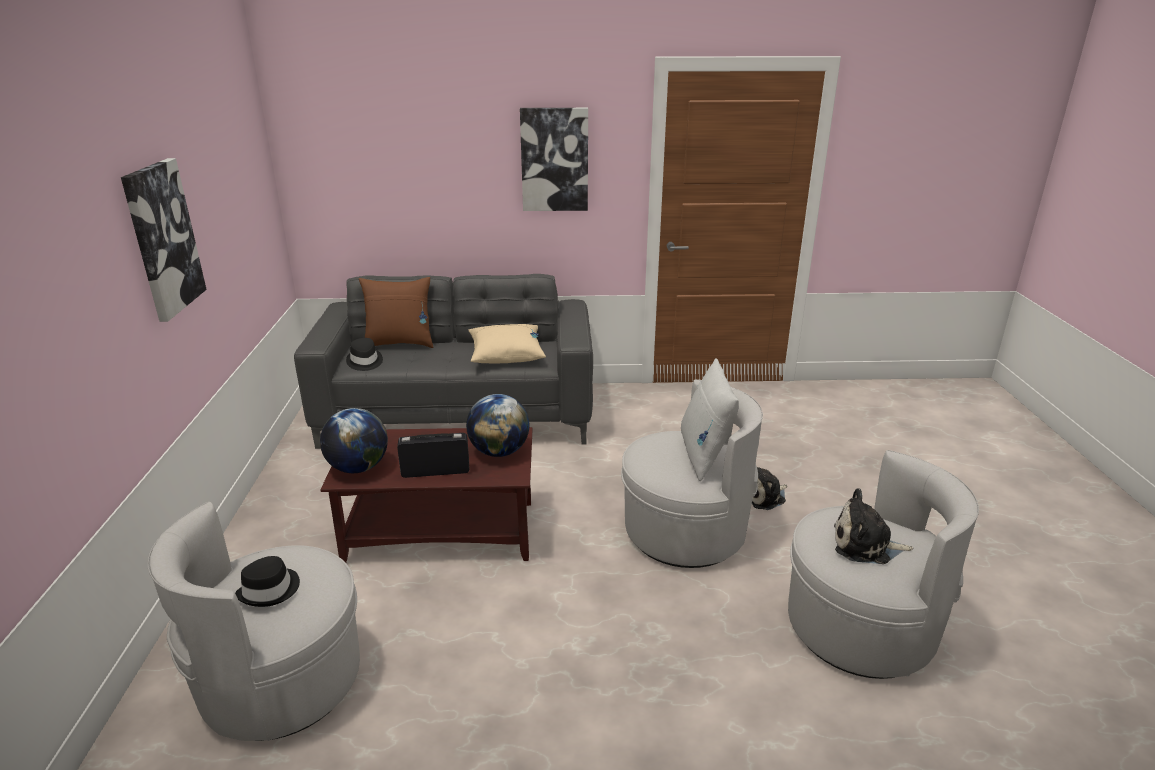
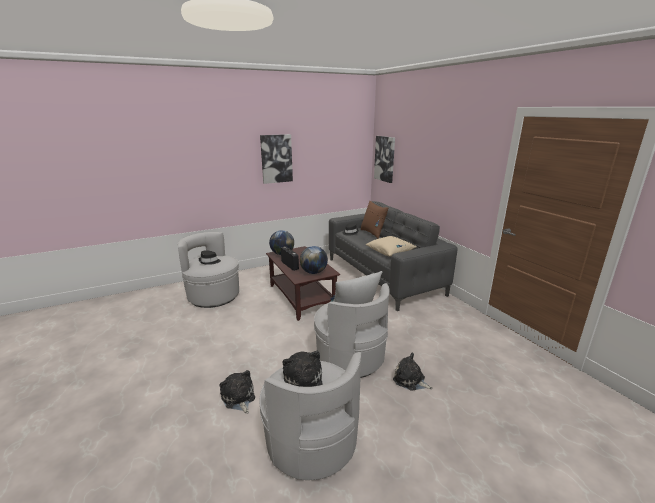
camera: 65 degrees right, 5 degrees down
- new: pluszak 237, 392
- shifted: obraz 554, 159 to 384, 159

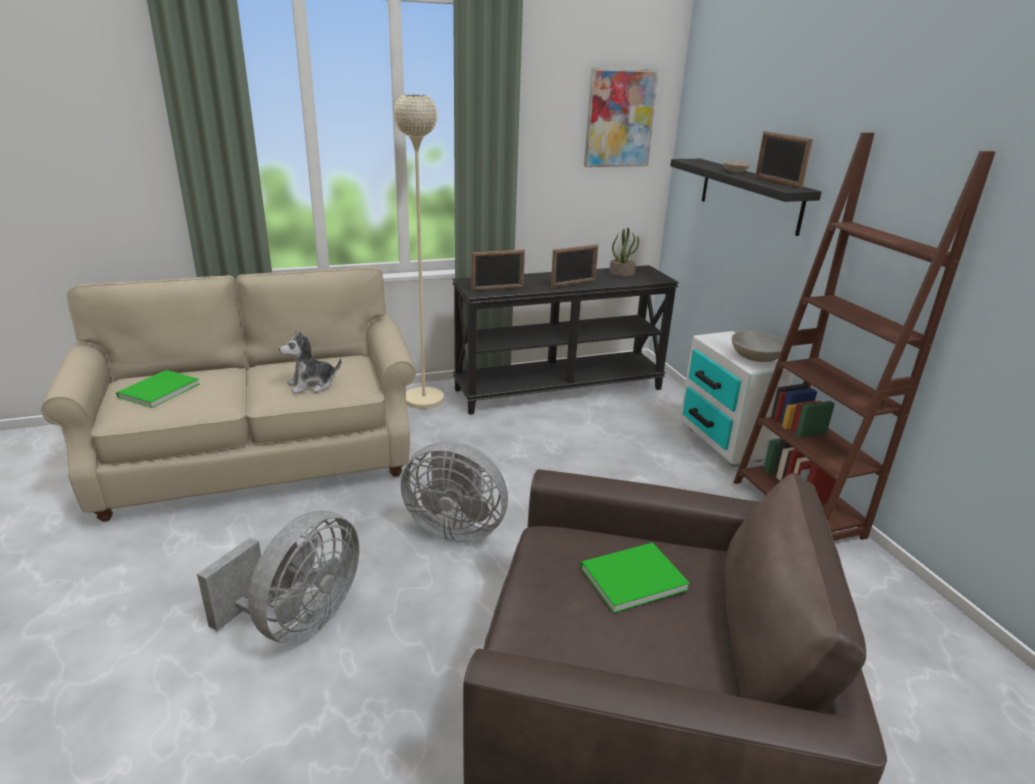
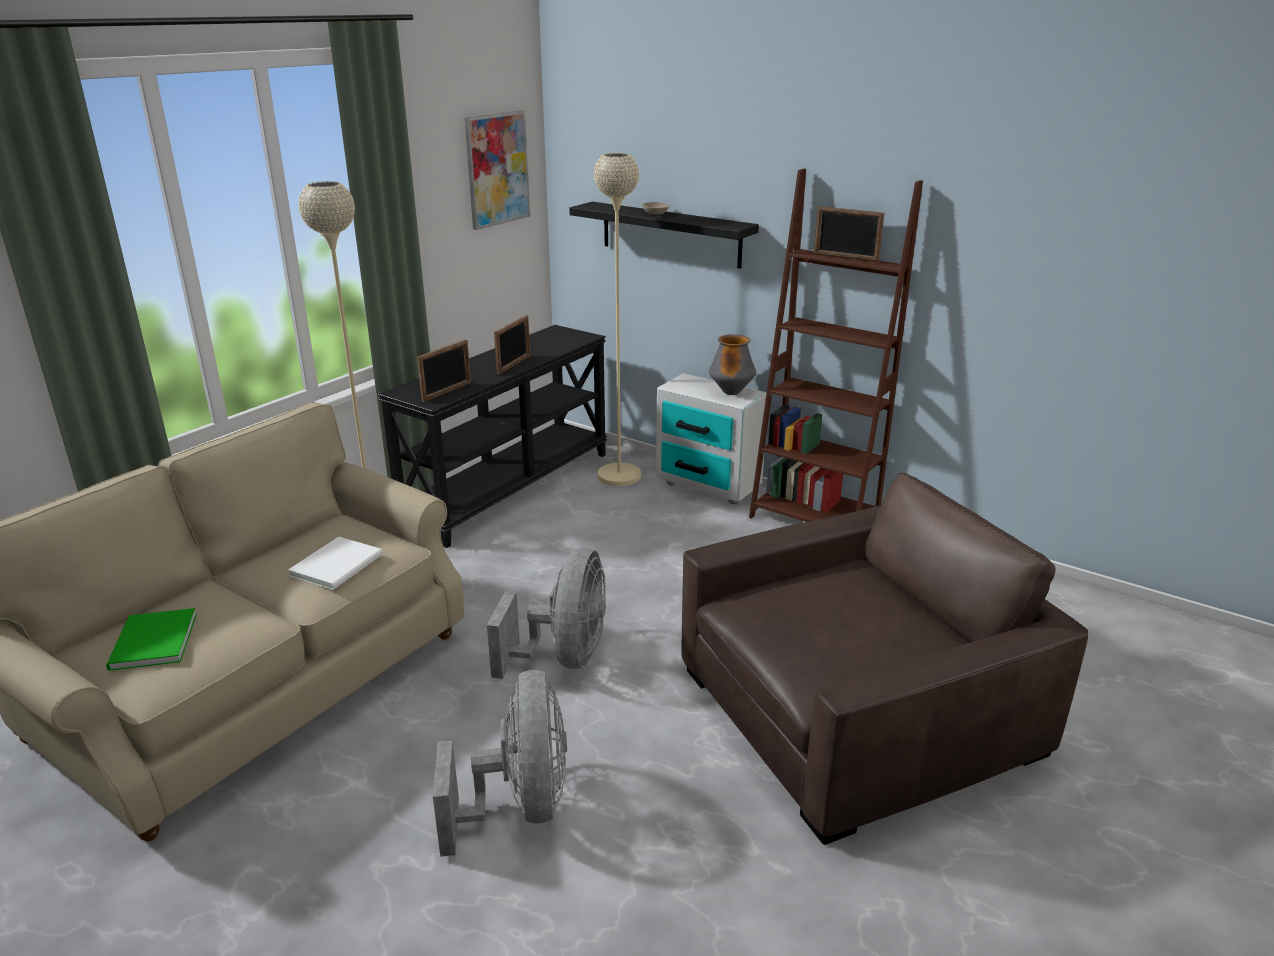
camera: 35 degrees left, 0 degrees up
- gone: książka [zielony] 635, 578
- gone: roślina doniczkowa 624, 252
- new: lampa stojąca [beżowy] 617, 319
- shifted: ramka na zdjęcie 784, 159 to 849, 234
- swapped: pluszak 310, 362 to książka [biały] 335, 563
- swapped: miska [szary] 758, 346 to wazon 732, 364
- rotated: wentylator [szary] 454, 491 = 546, 613 60 degrees counterclockwise

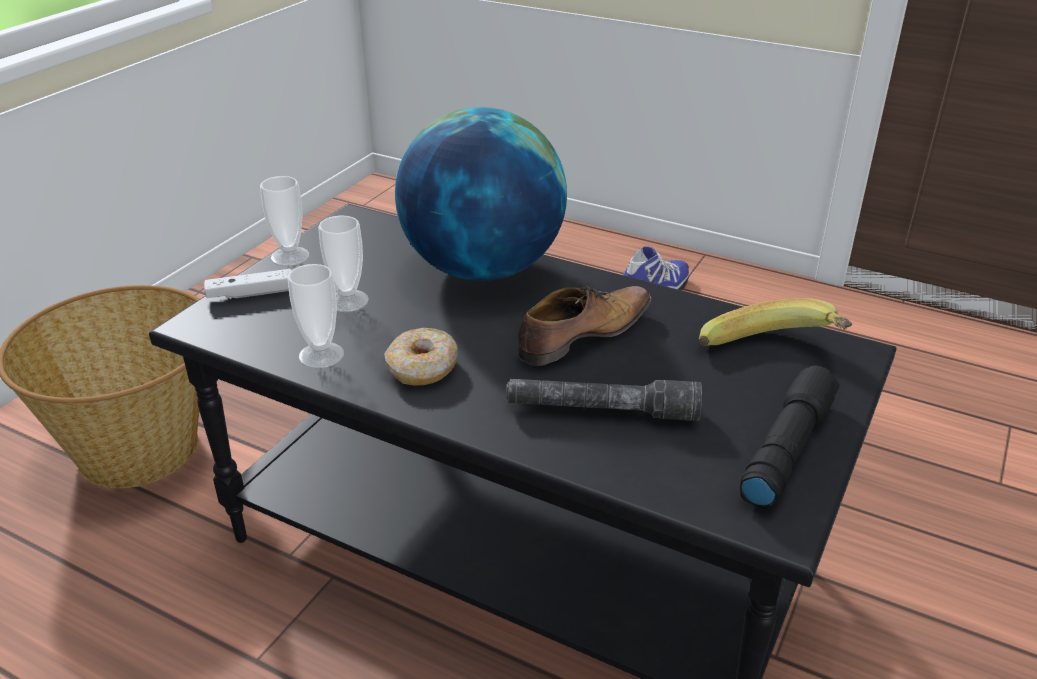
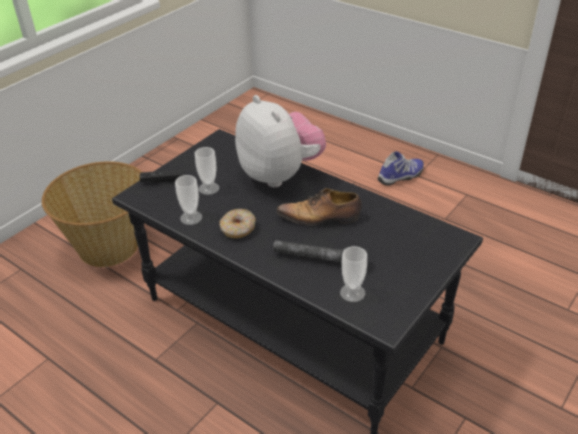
camera: 10 degrees right, 5 degrees up
- gone: banan 775, 322
- gone: latarka [czarny] 789, 437
- shifted: filiżanka 285, 221 to 353, 274
- swapped: globus 481, 194 to pluszak 280, 141
- repainted: pad do gier [biały] 248, 284 to pad do gier [czarny] 162, 176
- rotated: but 584, 326 = 319, 207 150 degrees counterclockwise

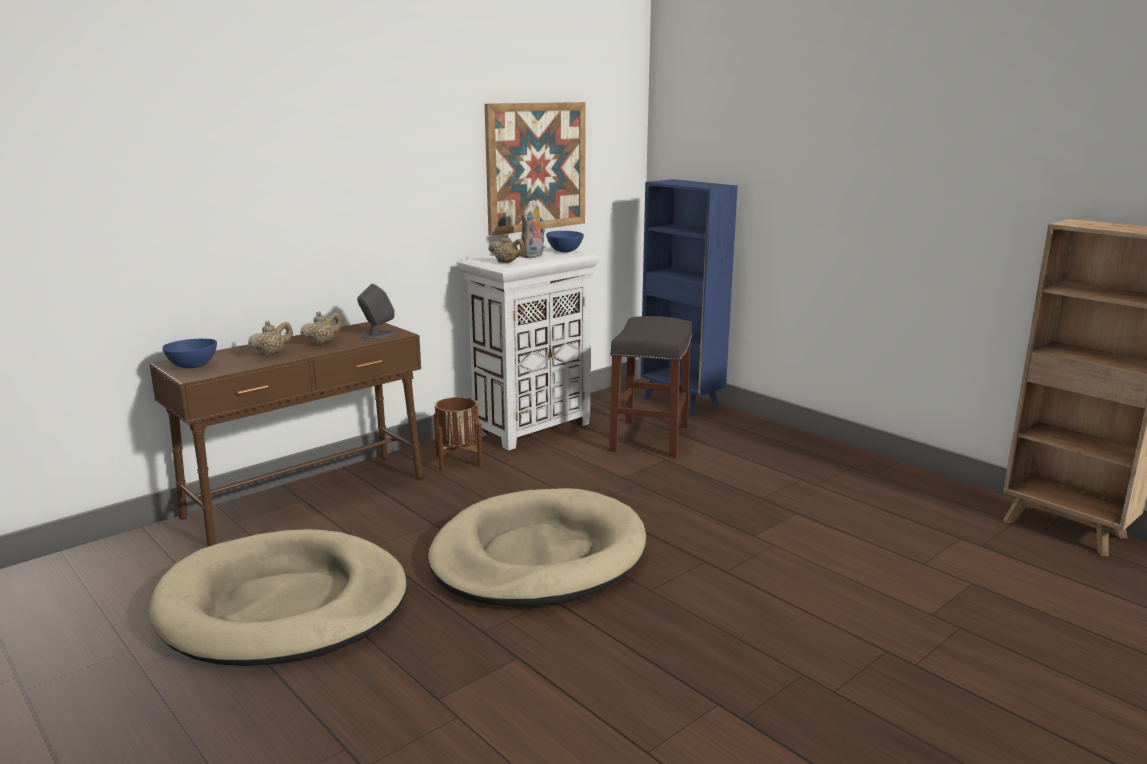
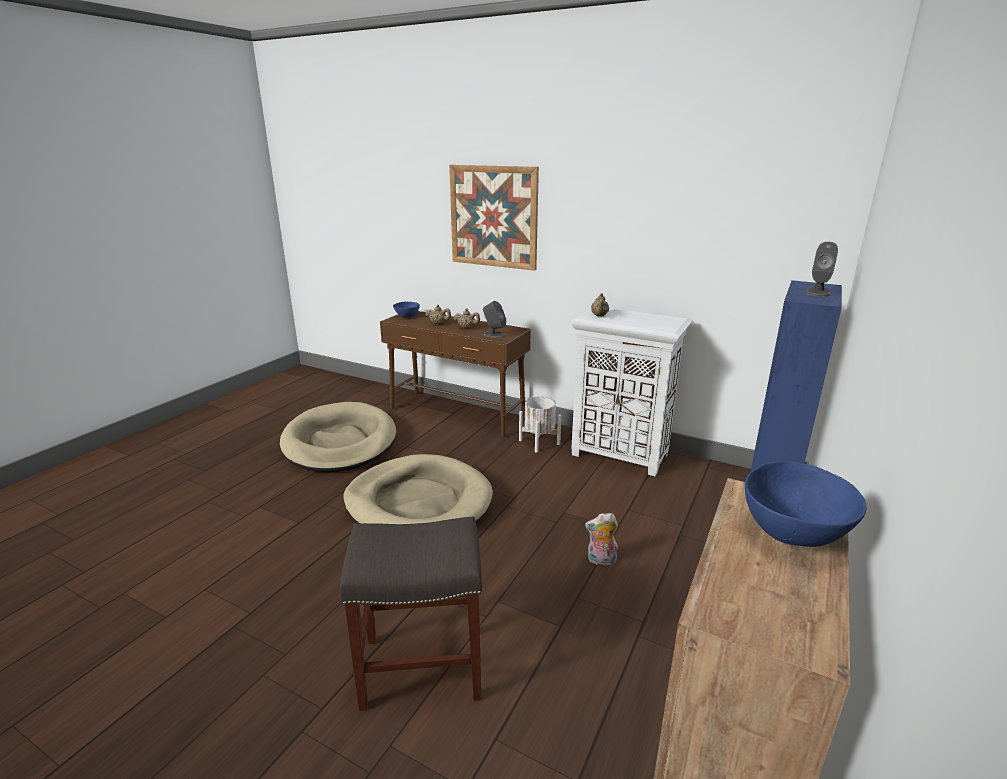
camera: 70 degrees right, 5 degrees up
- new: głośnik [szary] 821, 269
- shifted: obraz 535, 169 to 494, 218
- shifted: pluszak 533, 228 to 601, 539
- shifted: miska [niebieski] 565, 241 to 806, 504
- shifted: stołek [szary] 651, 387 to 411, 613
- repainted: donica [brązowy] 458, 434 to donica [biały] 540, 425

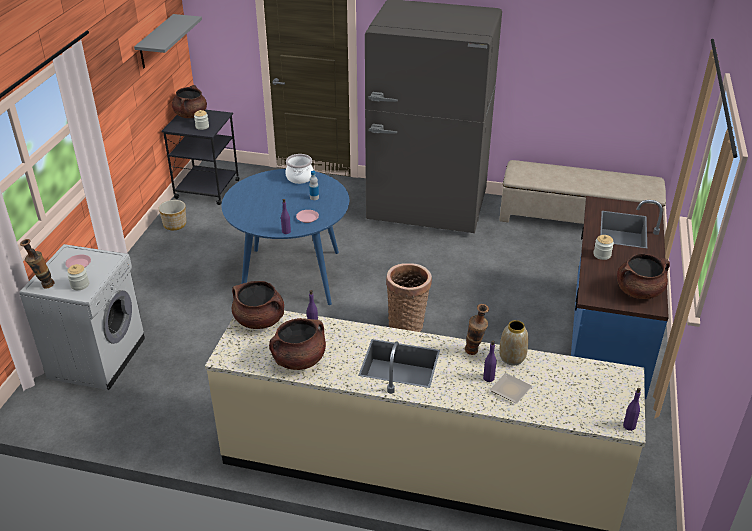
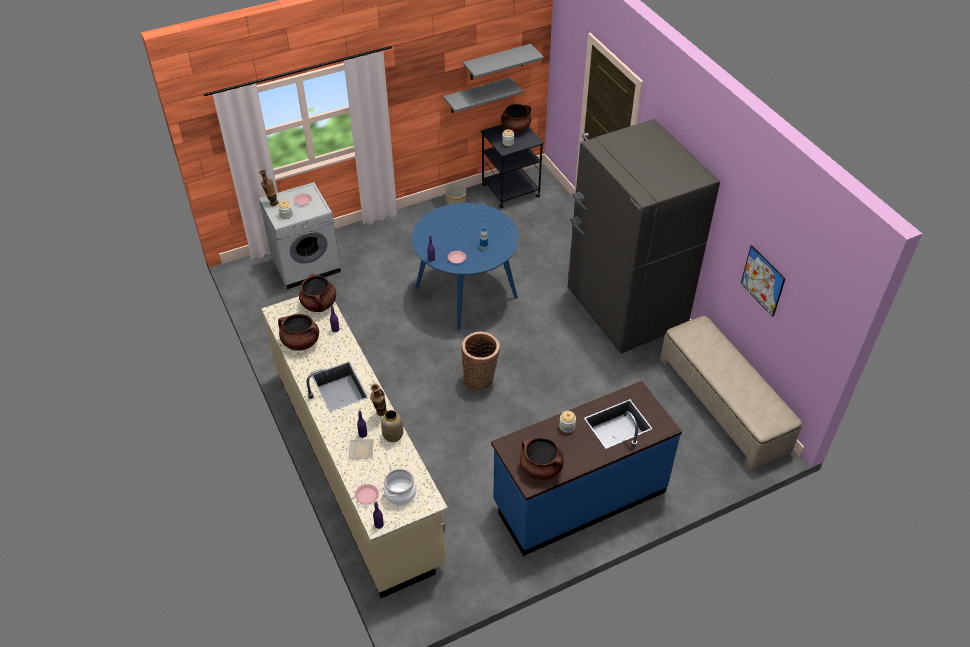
camera: 50 degrees right, 10 degrees up
- new: talerz [różowy] 367, 494
- new: półka [szary] 483, 95
- new: obraz 763, 281
- shifted: garnek 299, 169 to 400, 487

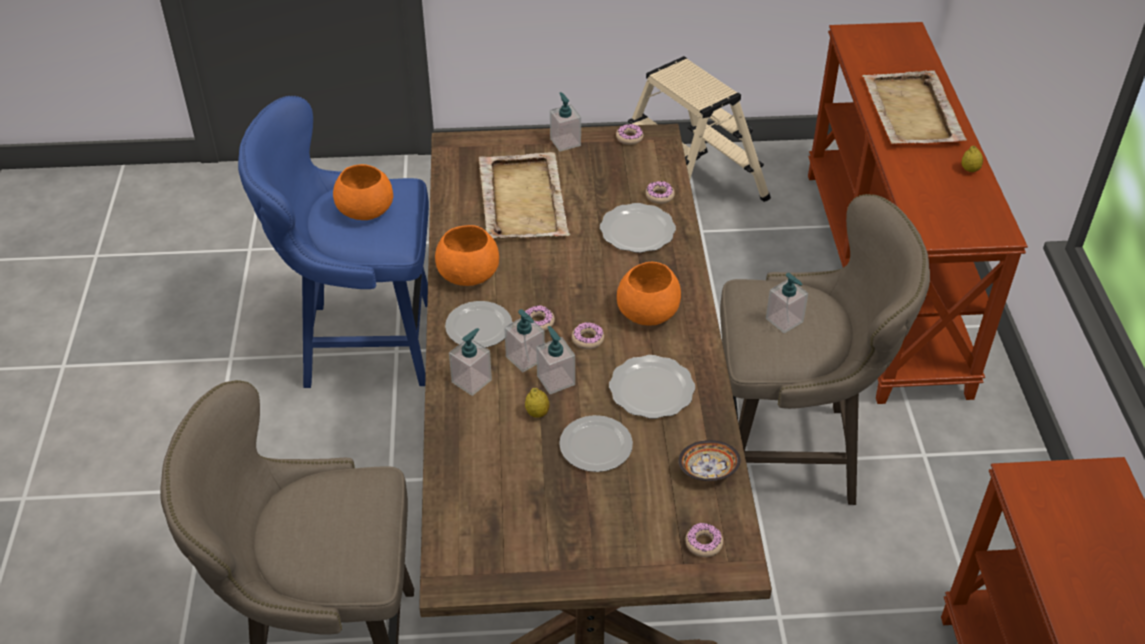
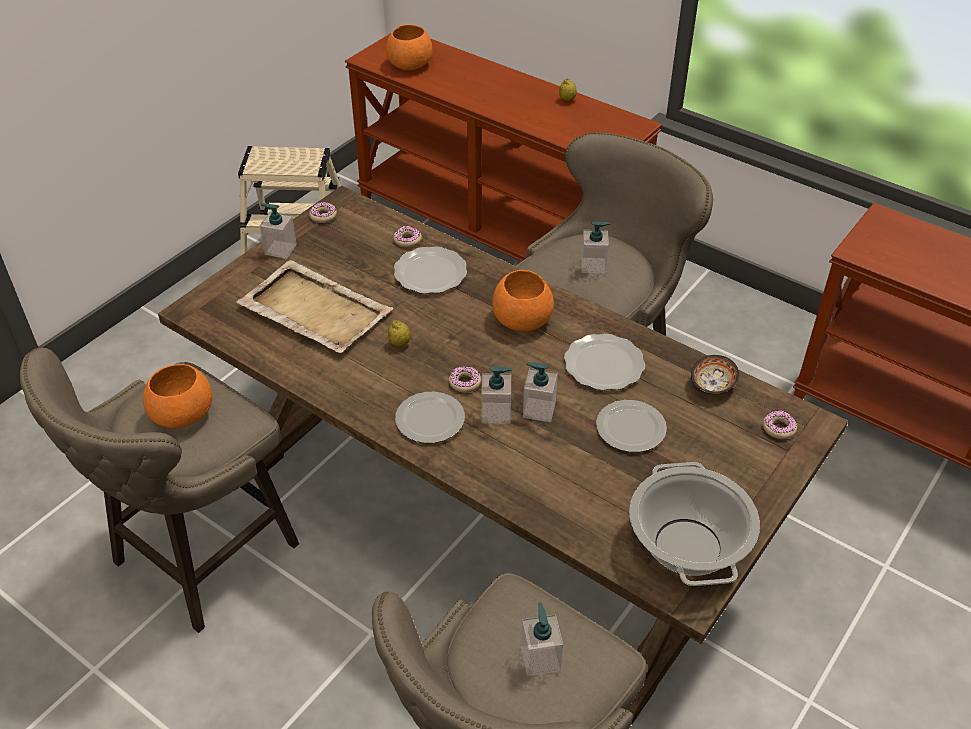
camera: 50 degrees left, 0 degrees up
- gone: donut 588, 335
- gone: taca [beżowy] 915, 107
- new: garnek 694, 524
- shifted: miska [pomarańczowy] 467, 255 to 409, 47
- shifted: dozownik mydła 470, 362 to 542, 639
- shifted: cytryna 537, 403 to 399, 333
- repainted: stołek [niebieski] 333, 242 to stołek [beżowy] 159, 490

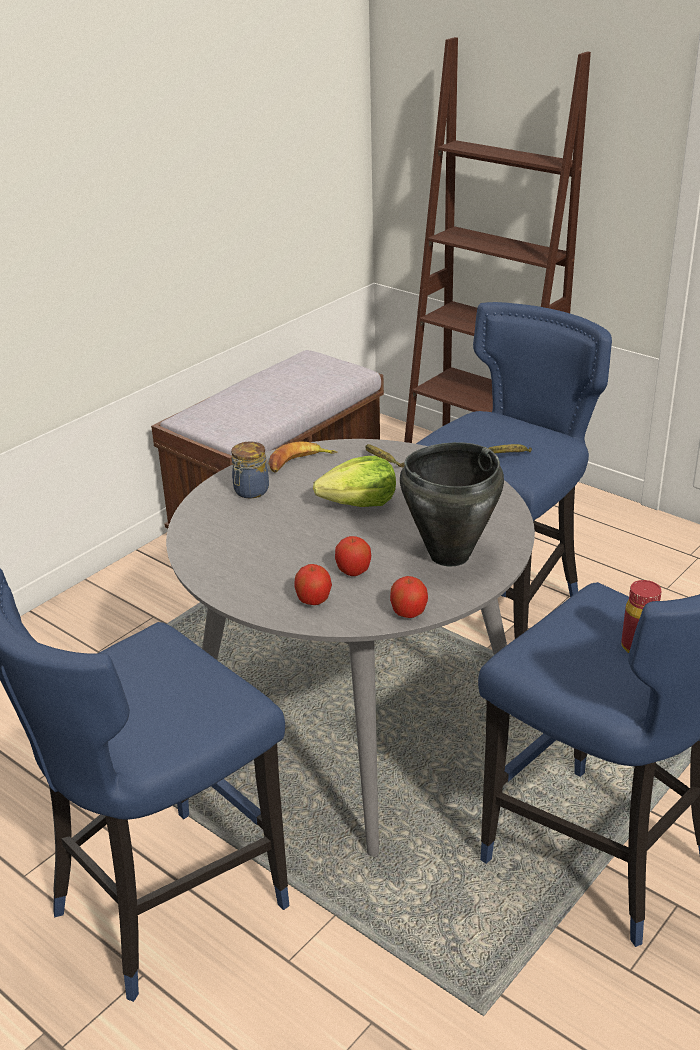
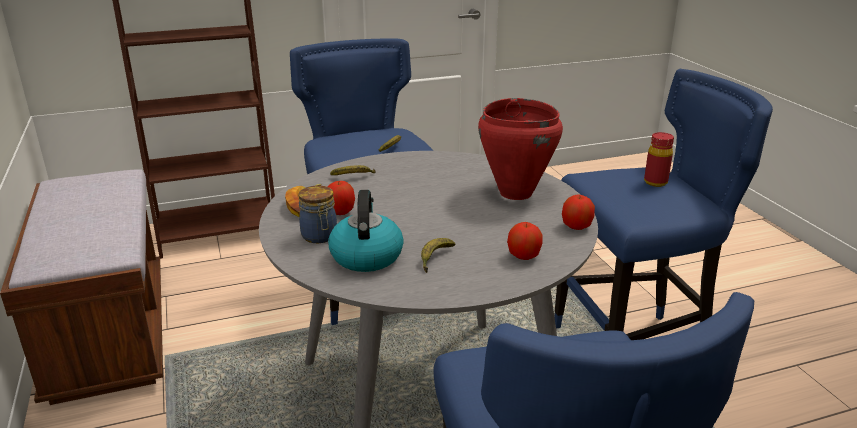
camera: 60 degrees left, 5 degrees down
- gone: sałata 354, 481
- new: czajnik 366, 231
- new: banan 438, 255
- shifted: jabłko 353, 556 to 341, 198
- repainted: garnek [czarny] 452, 504 to garnek [czerwony] 520, 149

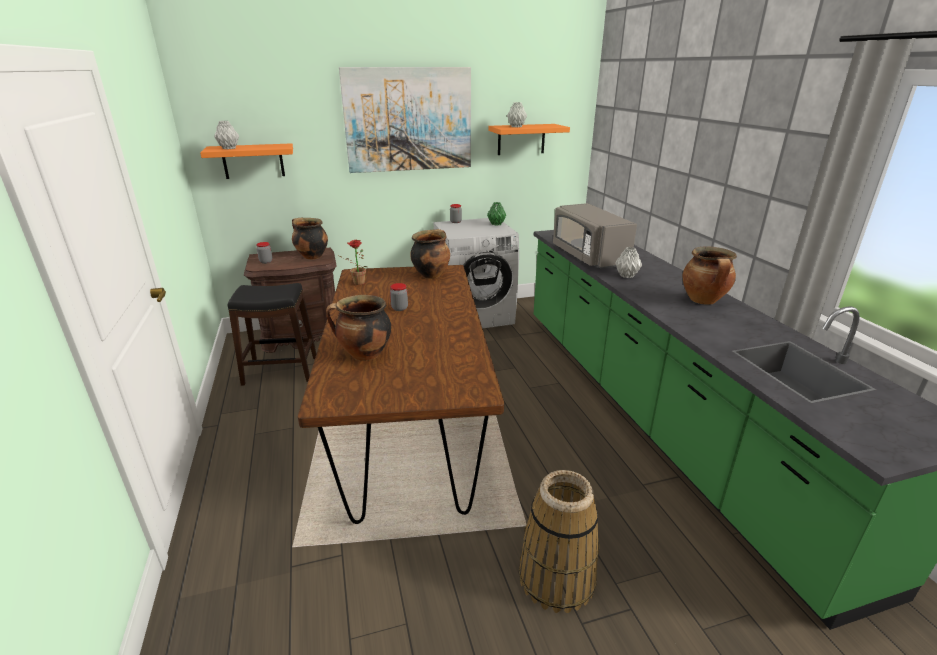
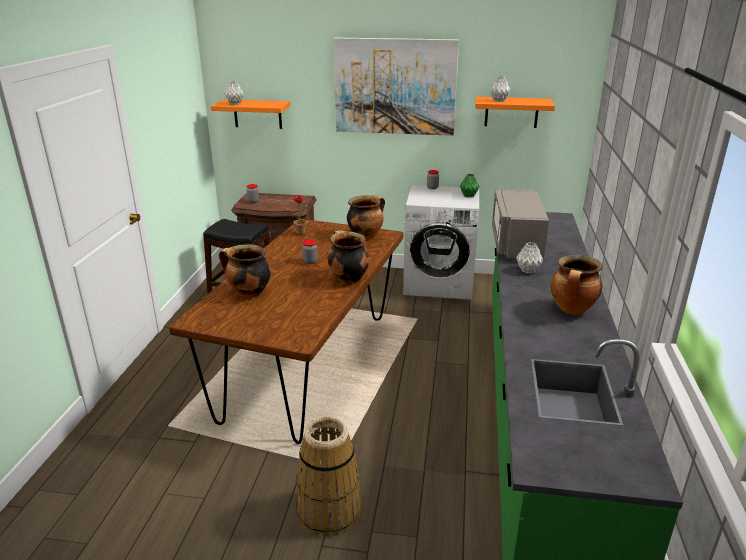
camera: 25 degrees right, 0 degrees up
- shifted: garnek 310, 239 to 348, 257

